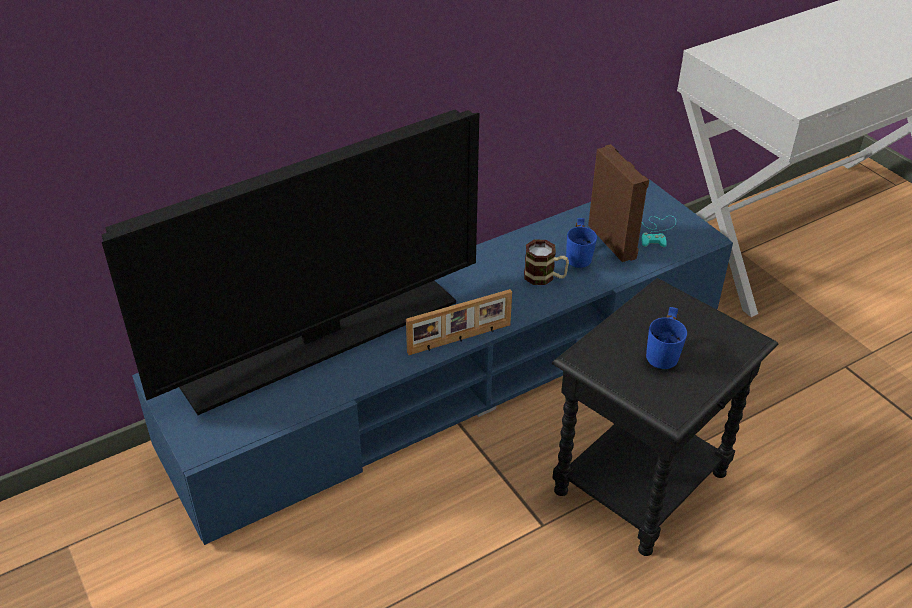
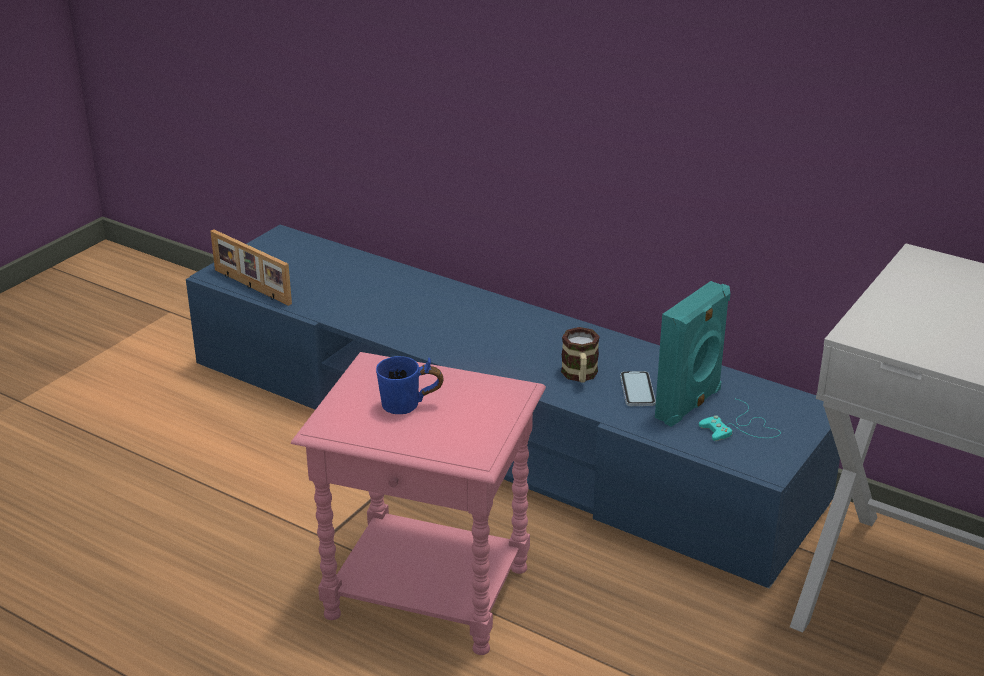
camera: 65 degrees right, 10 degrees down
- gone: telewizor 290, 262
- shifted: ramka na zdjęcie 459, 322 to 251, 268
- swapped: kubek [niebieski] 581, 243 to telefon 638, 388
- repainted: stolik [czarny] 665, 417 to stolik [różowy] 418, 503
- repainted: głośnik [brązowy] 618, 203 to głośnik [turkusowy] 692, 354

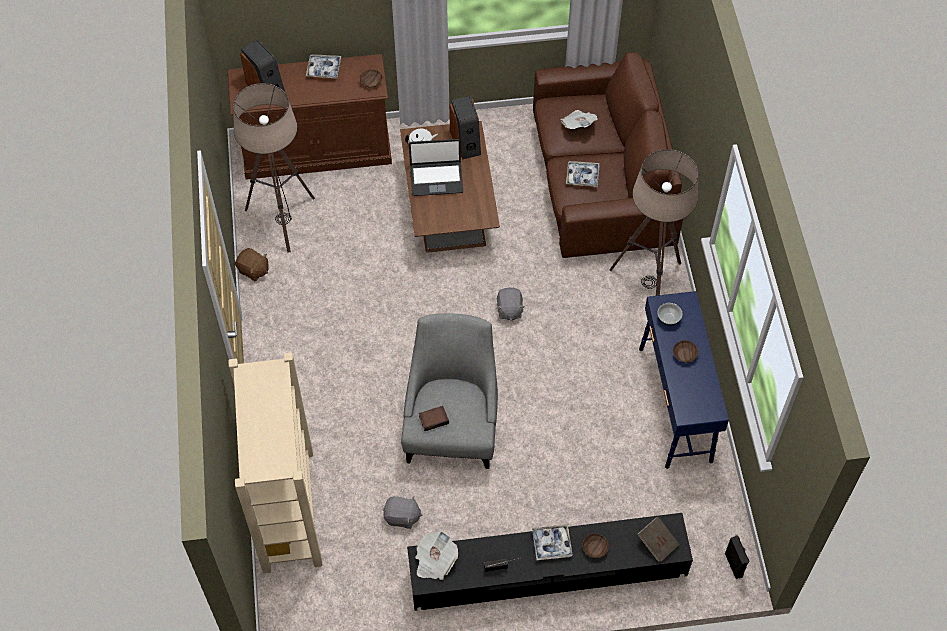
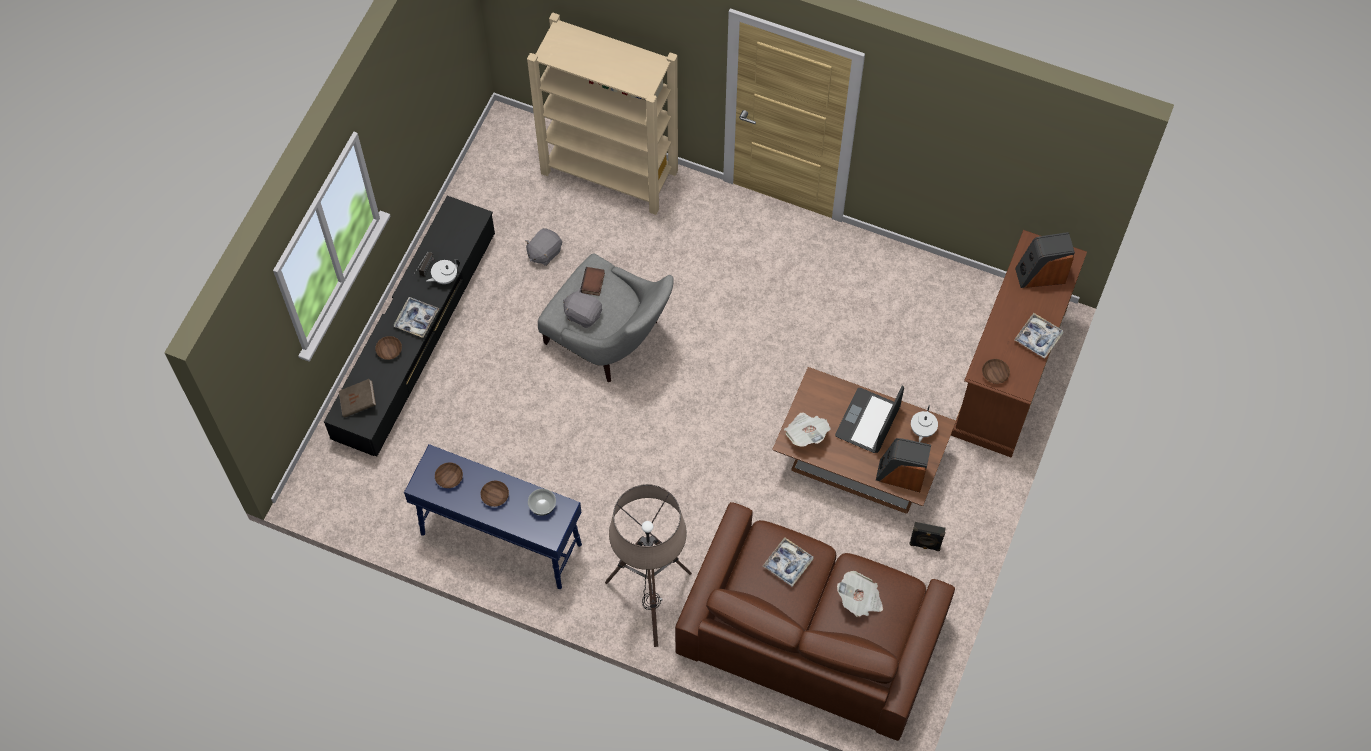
camera: 120 degrees right, 5 degrees up
- gone: lampa stojąca 274, 168
- gone: pluszak [brązowy] 252, 264
- new: imbryk [biały] 443, 271
- new: miska [brązowy] 449, 475
- shifted: gazeta 436, 555 to 807, 429
- shifted: pluszak [szary] 510, 304 to 582, 307
- shifted: głośnik [czarny] 737, 557 to 927, 536

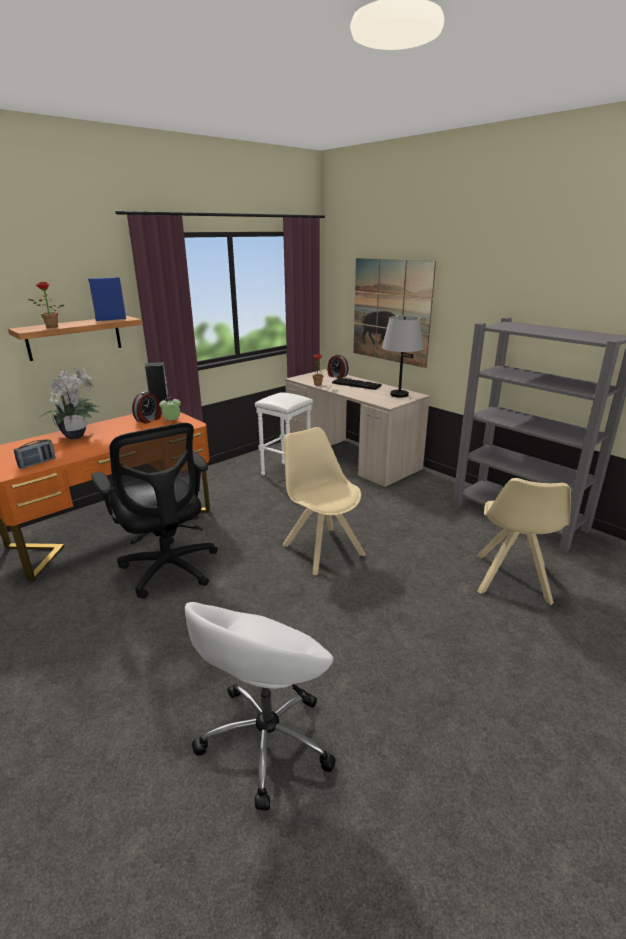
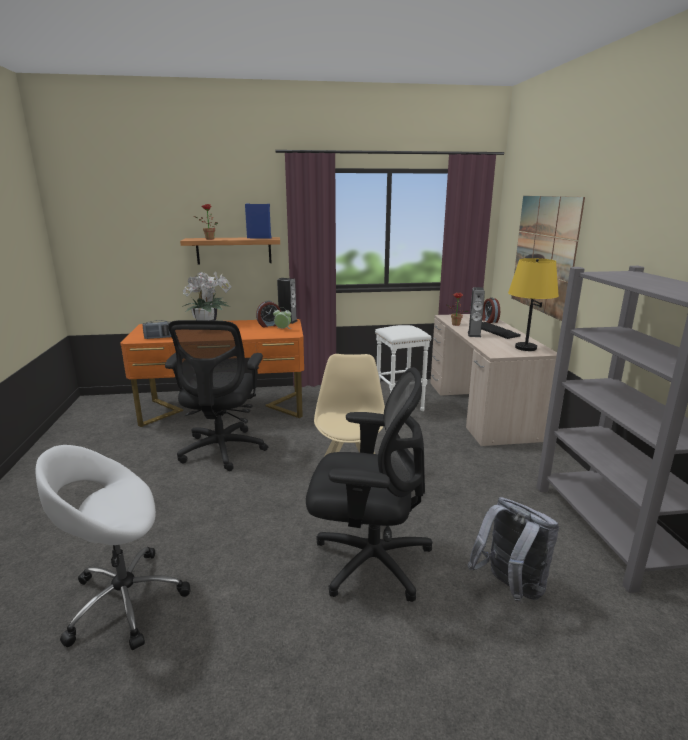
camera: 35 degrees right, 5 degrees down
- new: krzesło biurowe [czarny] 369, 484
- new: głośnik 476, 312
- swapped: krzesło [beżowy] 524, 541 to plecak [szary] 513, 550
- repainted: lampa stołowa [szary] 403, 357 to lampa stołowa [żółty] 533, 304

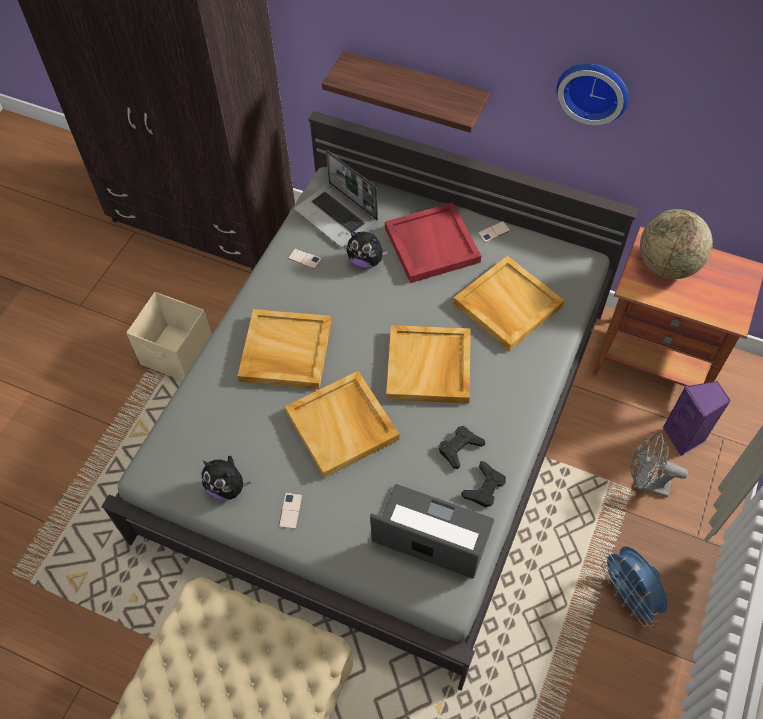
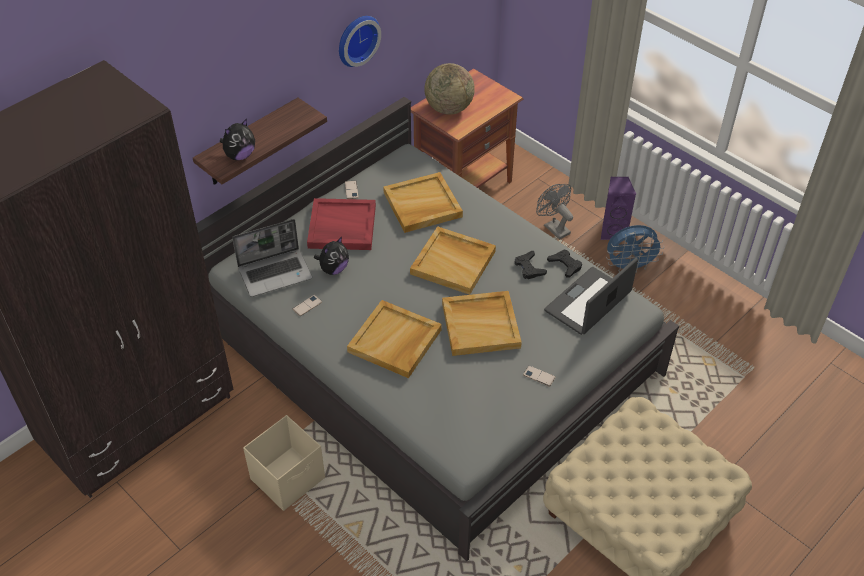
camera: 70 degrees left, 10 degrees down
- shifted: pluszak 226, 478 to 237, 139
- shifted: głośnik [fioletowy] 696, 418 to 618, 208
- rotated: wentylator [szary] 659, 465 = 554, 212 105 degrees clockwise

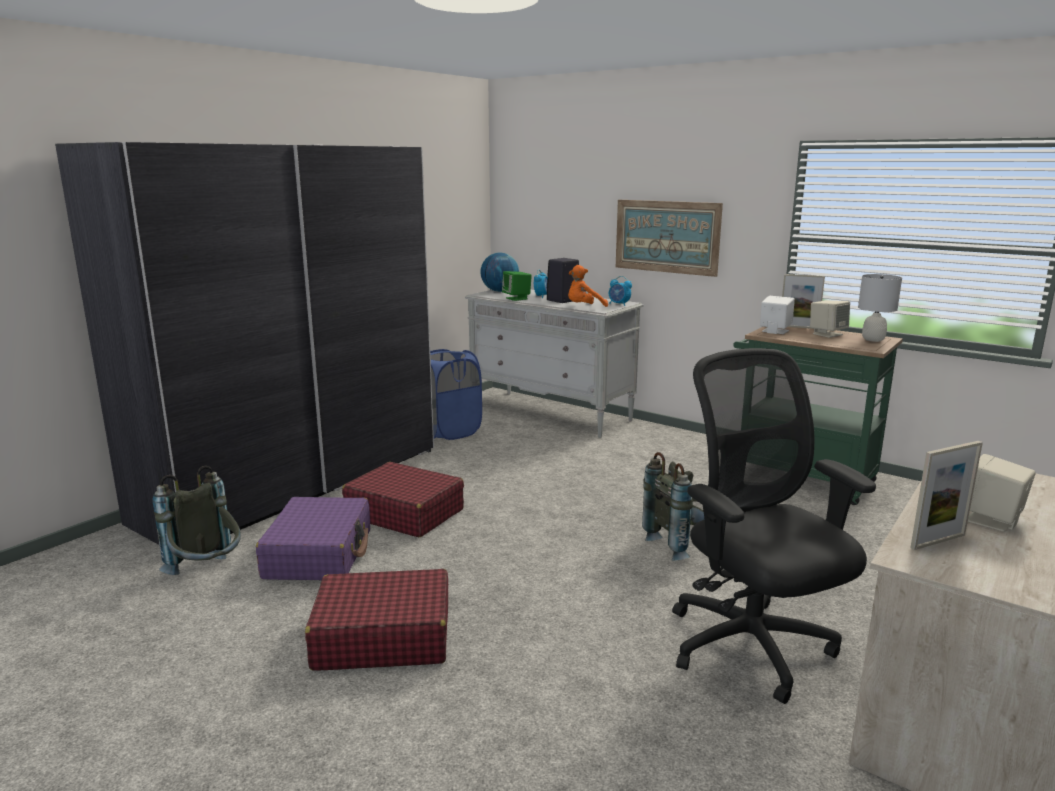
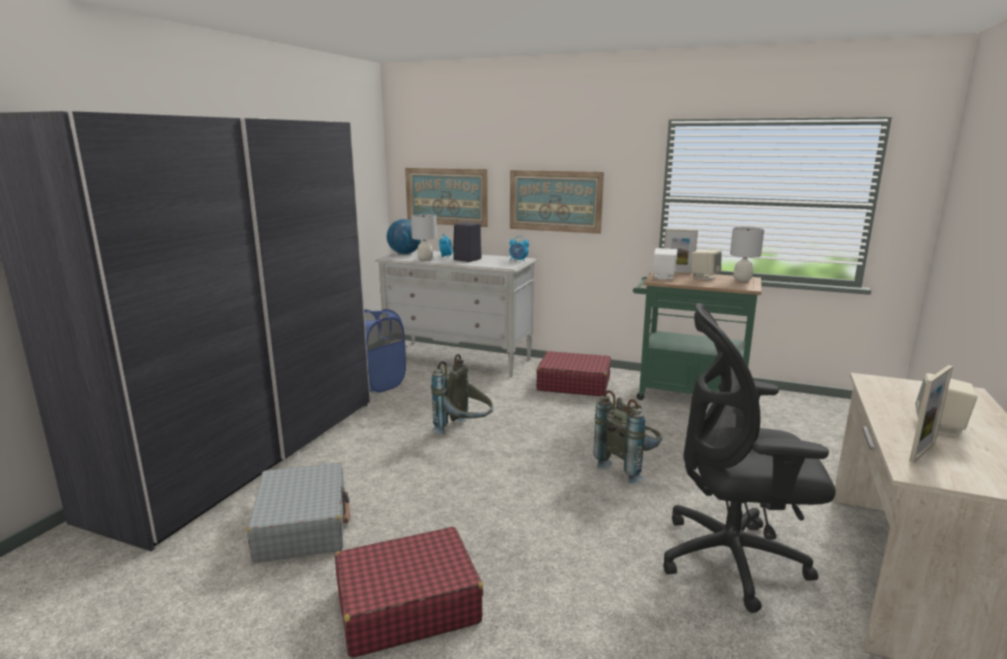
camera: 15 degrees left, 0 degrees up
- gone: pluszak [pomarańczowy] 588, 286
- new: obraz 446, 197
- shifted: plecak [szary] 197, 520 to 462, 394
- shifted: walizka [czerwony] 403, 499 to 573, 373
- swapped: głośnik [zielony] 517, 286 to lampa stołowa [szary] 424, 237
- repainted: walizka [fioletowy] 313, 538 to walizka [szary] 298, 512
- rotated: krzesło biurowe [czarny] 774, 526 = 749, 458 45 degrees counterclockwise

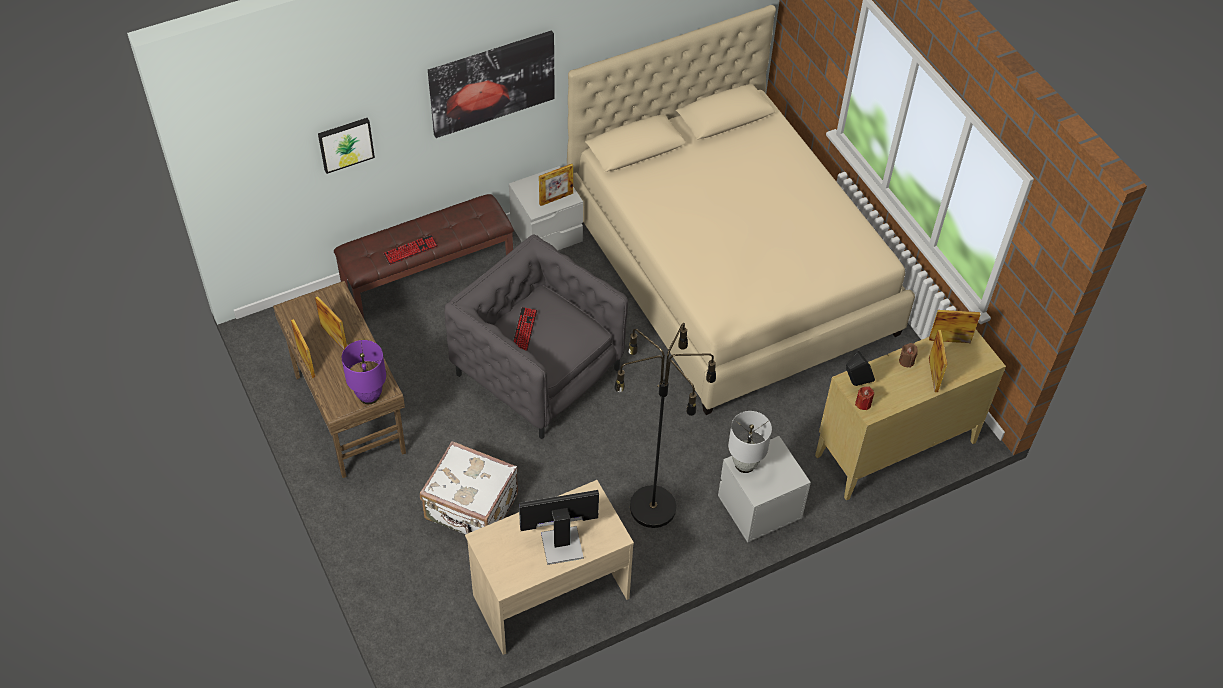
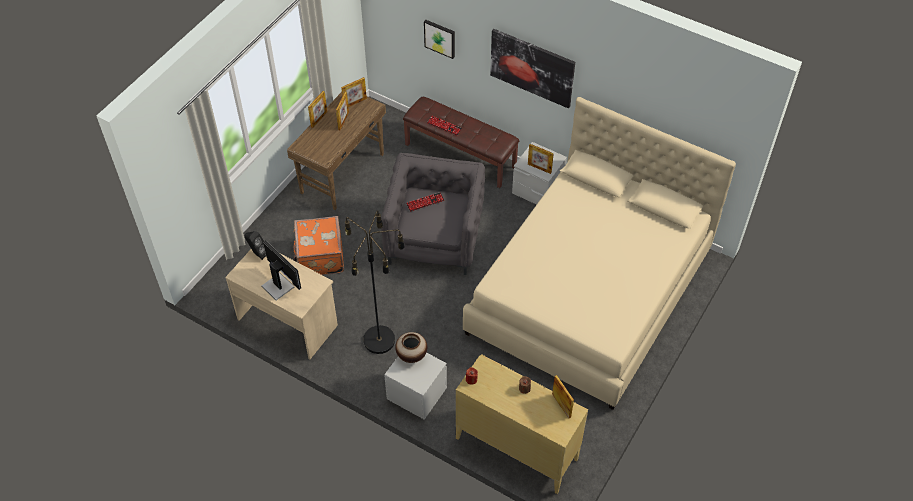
camera: 60 degrees right, 0 degrees up
- gone: lampa stołowa [fioletowy] 364, 372
- shifted: głośnik [czarny] 860, 368 to 255, 245
- shifted: ramka na zdjęcie 938, 361 to 354, 92
- swapped: lampa stołowa [biały] 750, 442 to wazon 411, 347
- repainted: walizka [biały] 469, 488 to walizka [pomarańczowy] 318, 245

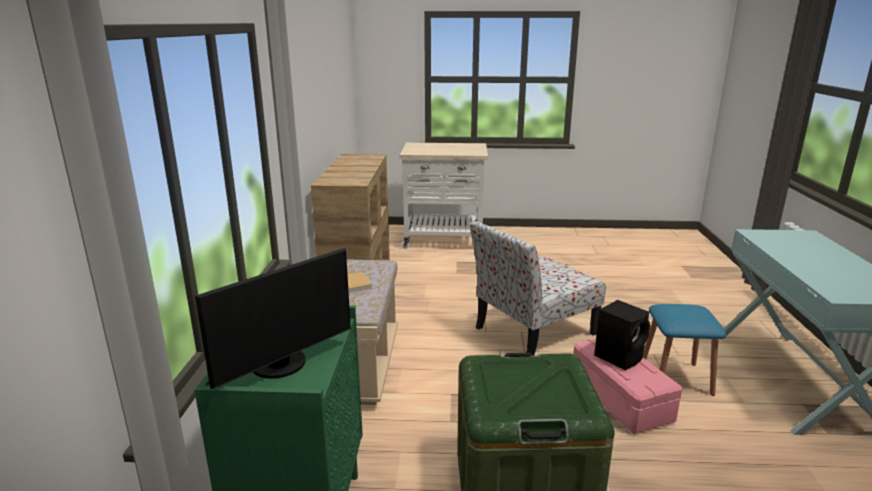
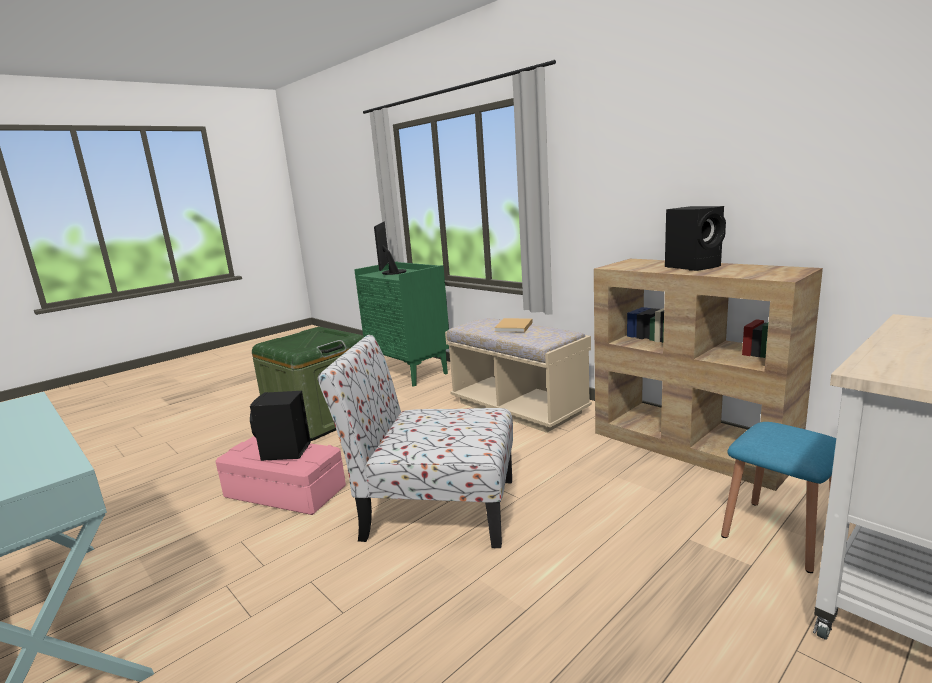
camera: 135 degrees right, 5 degrees down
- new: głośnik [czarny] 695, 238
- shifted: stołek [niebieski] 684, 350 to 778, 497
- rotated: krzesło 538, 288 = 415, 441 90 degrees counterclockwise

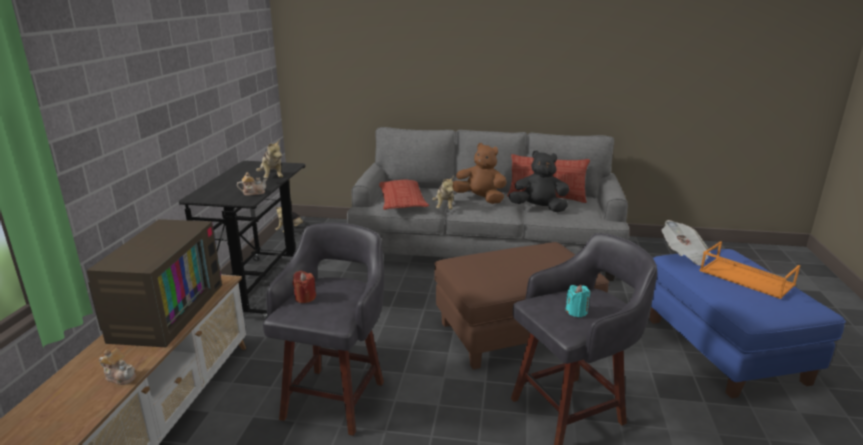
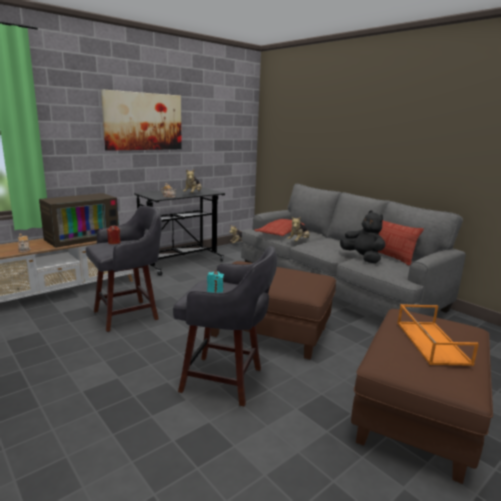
camera: 40 degrees right, 5 degrees down
- gone: pluszak [brązowy] 479, 173
- gone: gazeta 686, 243
- new: obraz 141, 120
- repainted: pufa [niebieski] 747, 323 to pufa [brązowy] 422, 396

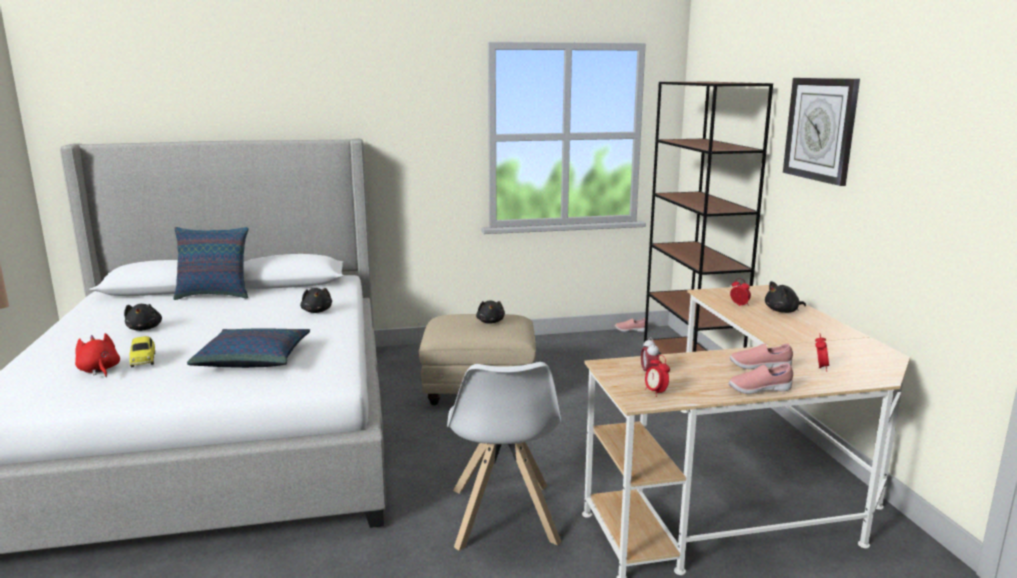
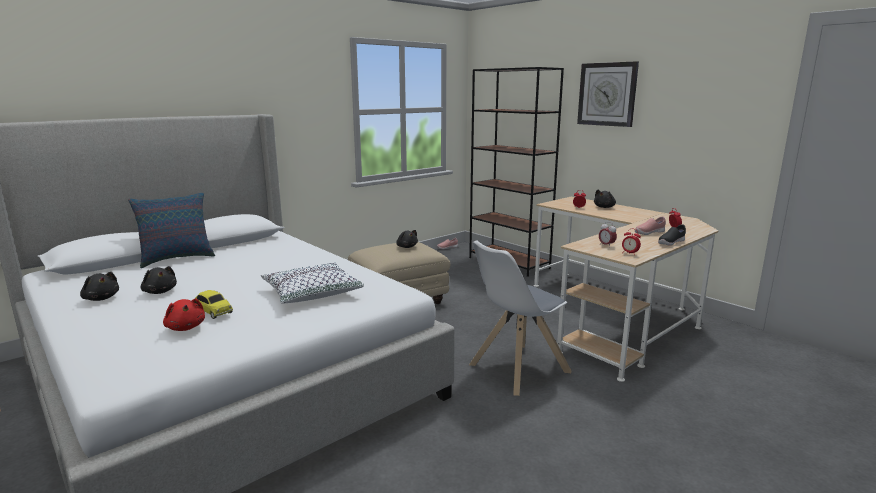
camera: 30 degrees left, 0 degrees up
- shifted: pluszak [czarny] 316, 300 to 99, 286
- repainted: poduszka [niebieski] 248, 348 to poduszka [biały] 312, 283
- repainted: but [różowy] 761, 378 to but [czarny] 672, 235
- rotated: pluszak [czerwony] 97, 355 = 184, 314 150 degrees counterclockwise
- rotated: krzesło 504, 456 = 520, 318 90 degrees clockwise

